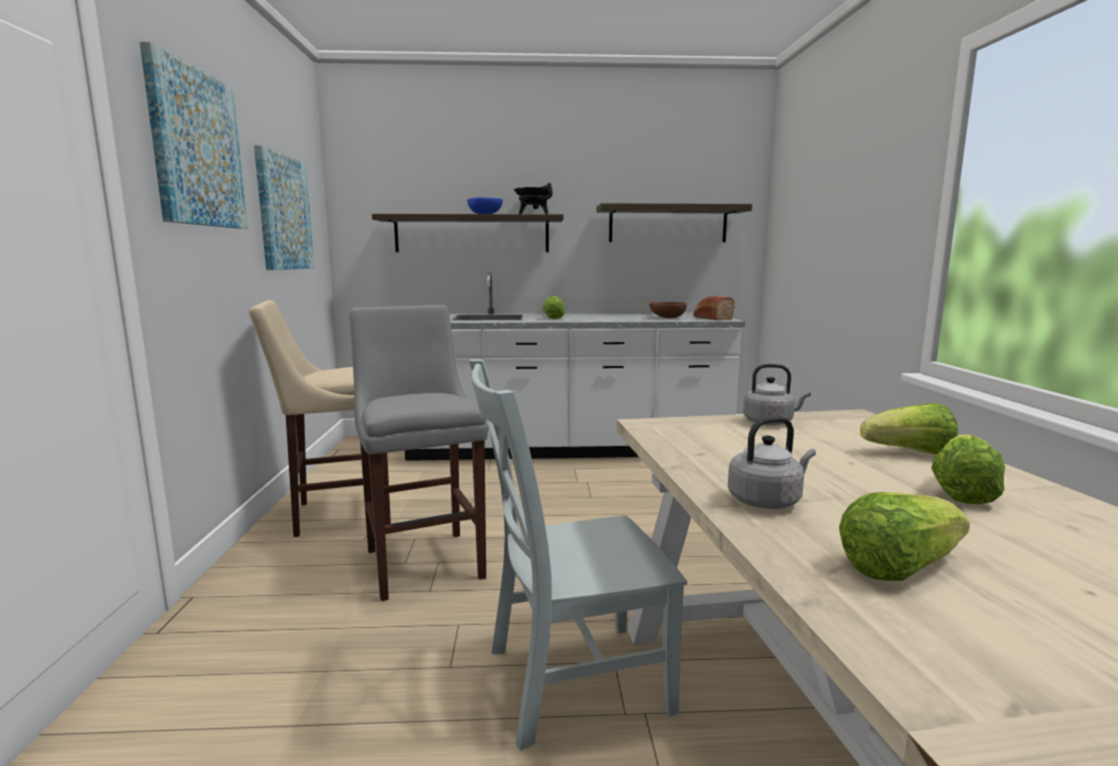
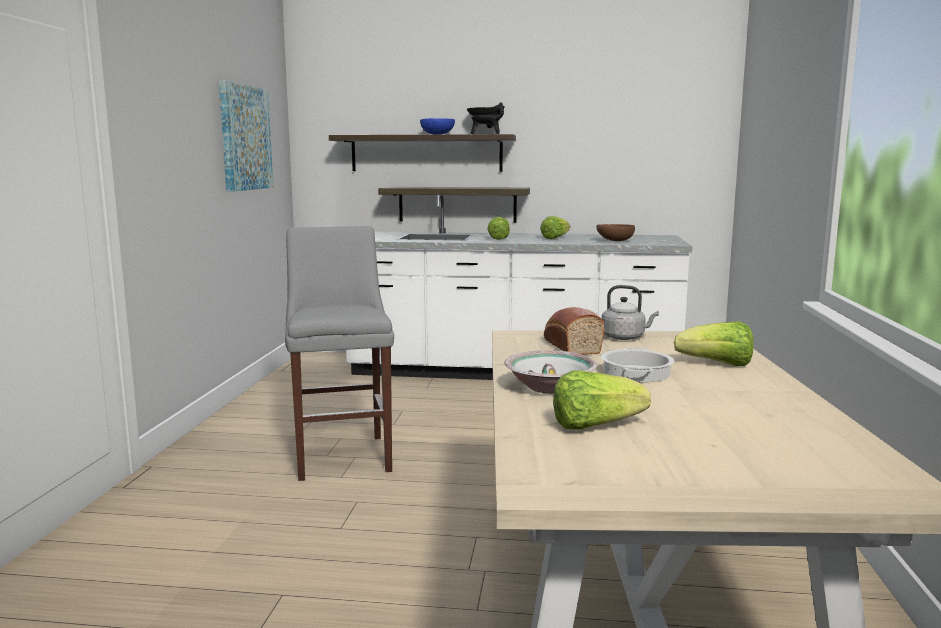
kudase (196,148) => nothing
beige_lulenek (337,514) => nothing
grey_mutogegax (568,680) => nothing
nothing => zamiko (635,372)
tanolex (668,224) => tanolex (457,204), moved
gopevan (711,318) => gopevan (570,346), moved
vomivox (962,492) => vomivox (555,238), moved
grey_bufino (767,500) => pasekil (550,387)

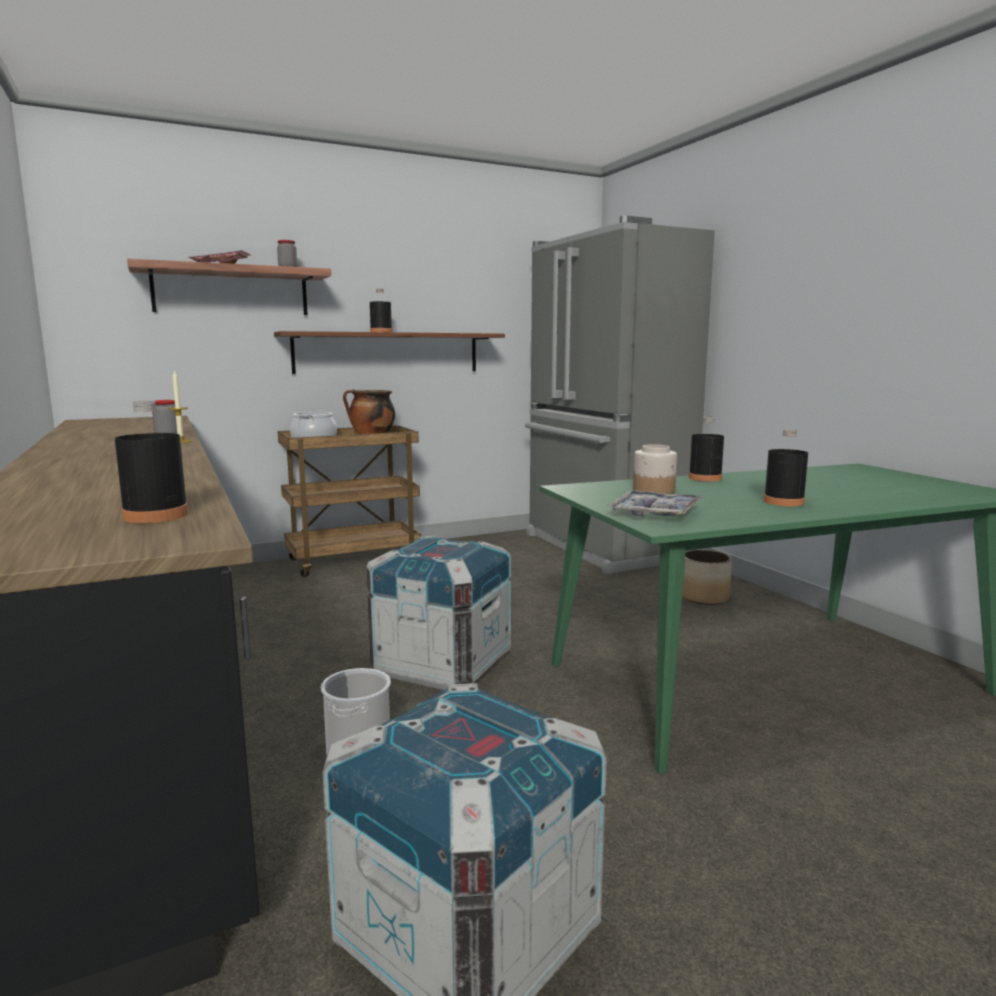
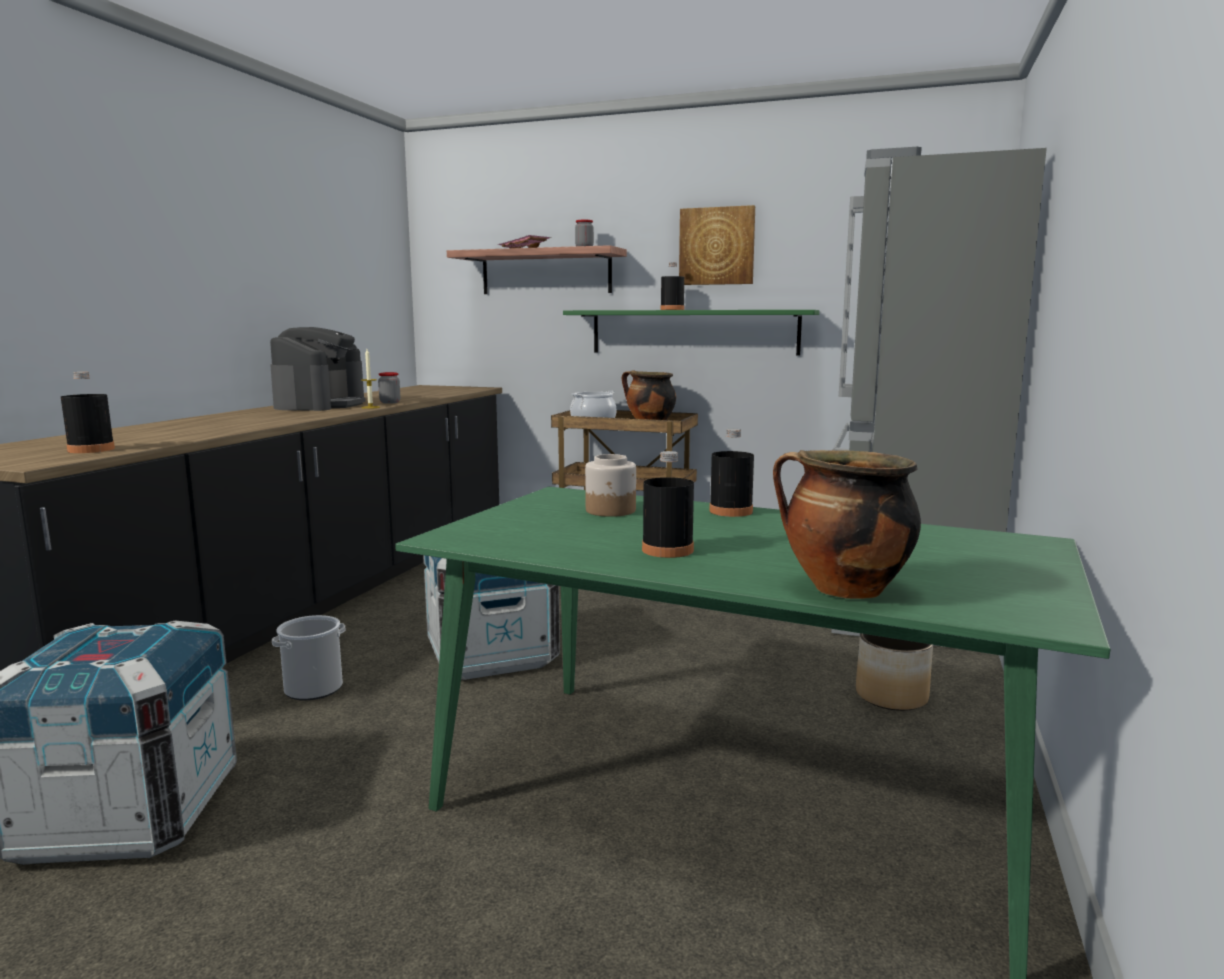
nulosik (655,513) => nothing
nothing => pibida (321,405)
nothing => kudase (717,246)
nothing => zamiko (843,590)
brown_tanolex (388,353) => green_tanolex (693,332)

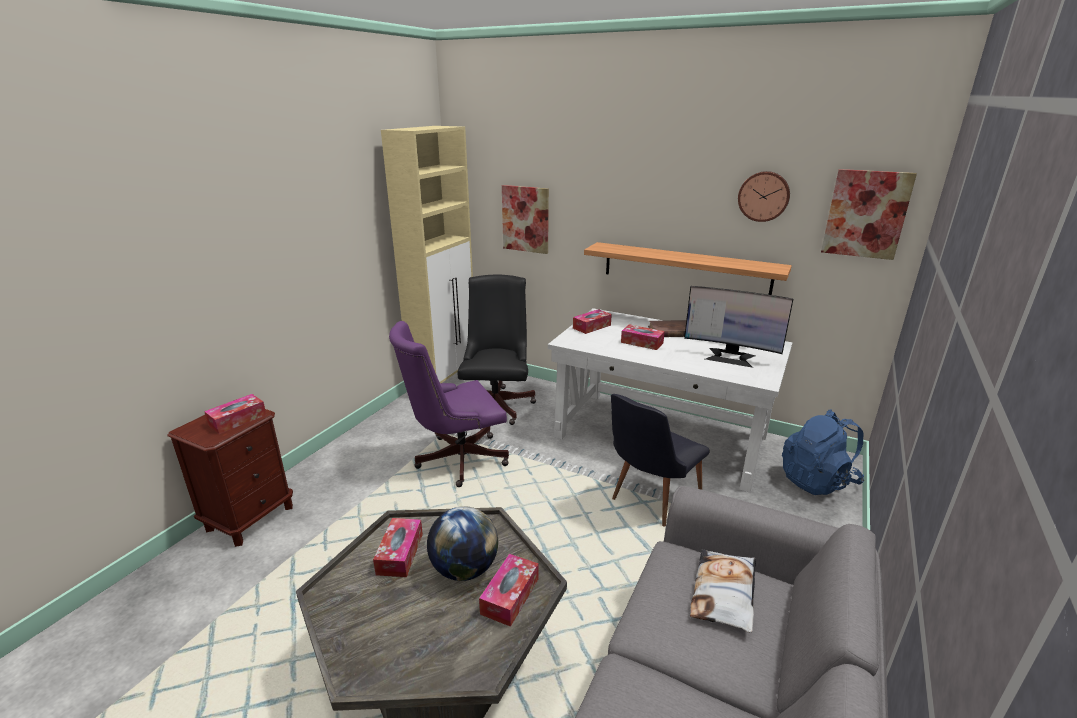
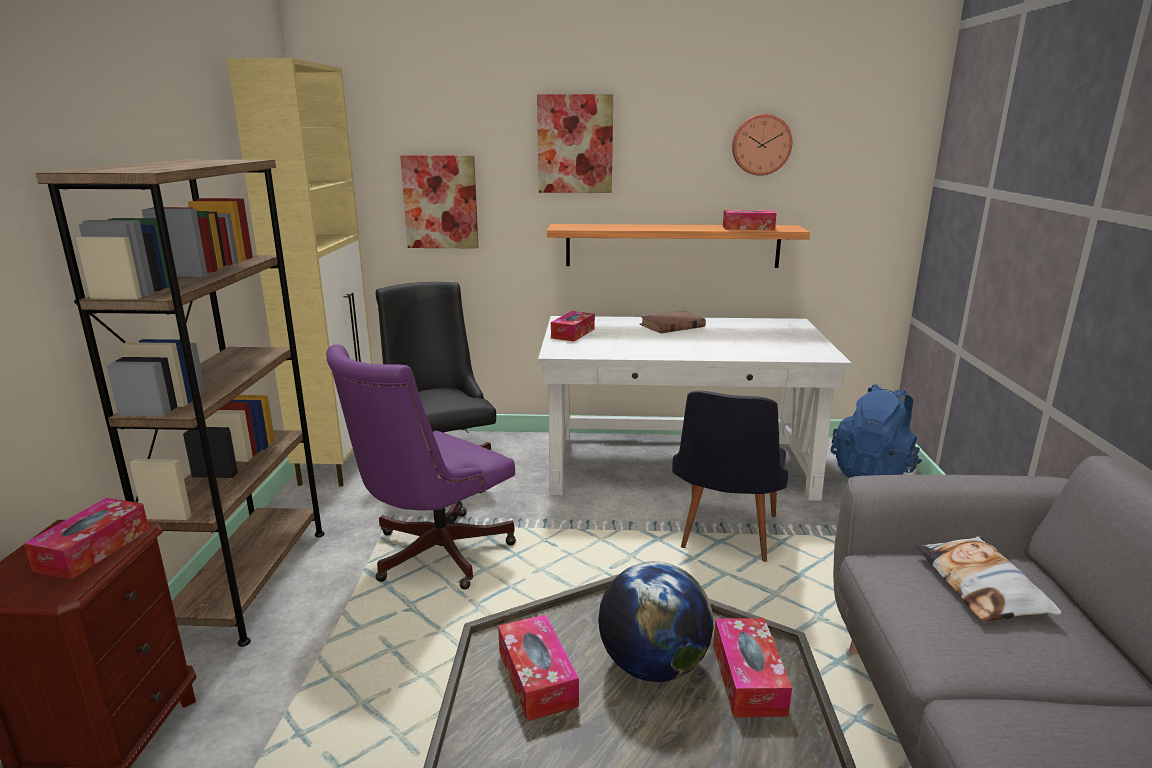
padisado (730,357) => nothing
nothing => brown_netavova (250,581)
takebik (642,342) => takebik (748,228), moved
kudase (866,214) => kudase (575,144), moved

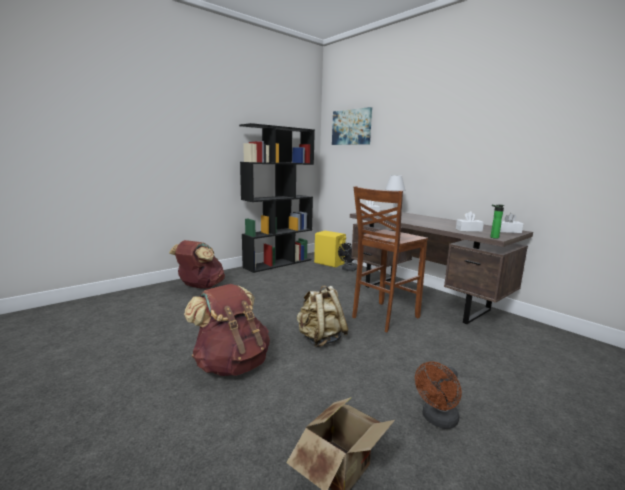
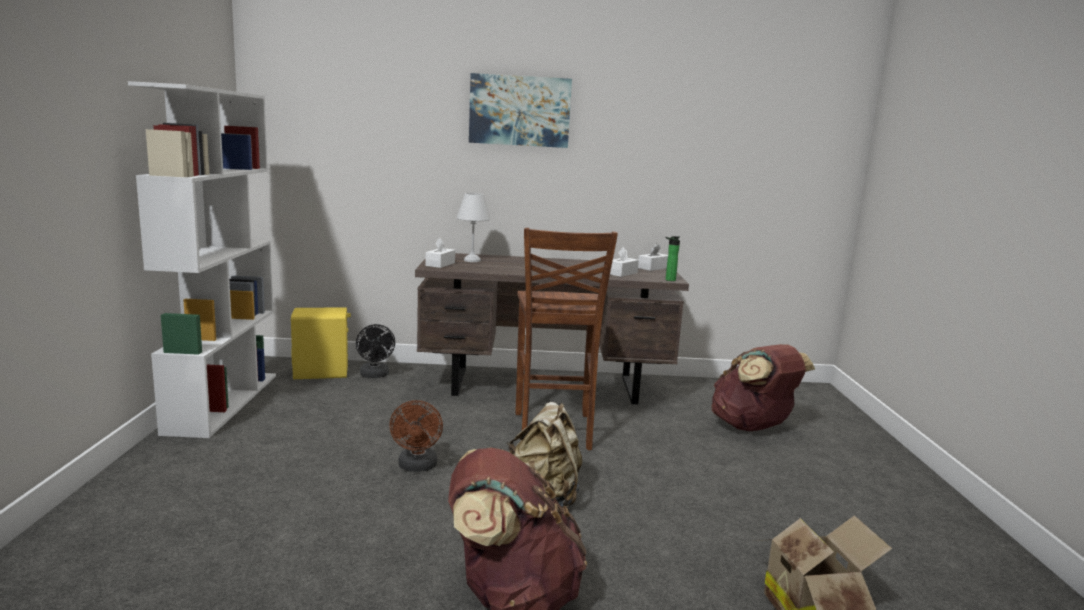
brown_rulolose (200,286) => brown_rulolose (752,427), moved
kudase (351,127) => kudase (519,111), moved
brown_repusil (437,420) => brown_repusil (417,467), moved
black_netavova (278,263) => white_netavova (223,402)

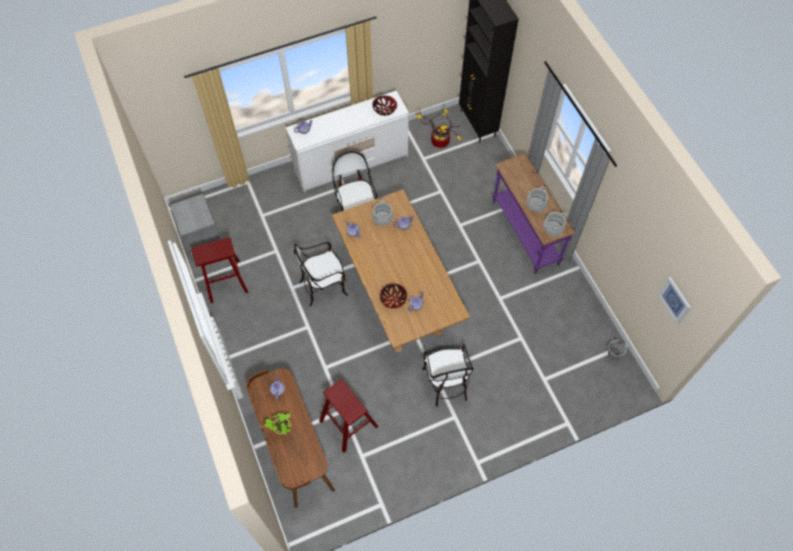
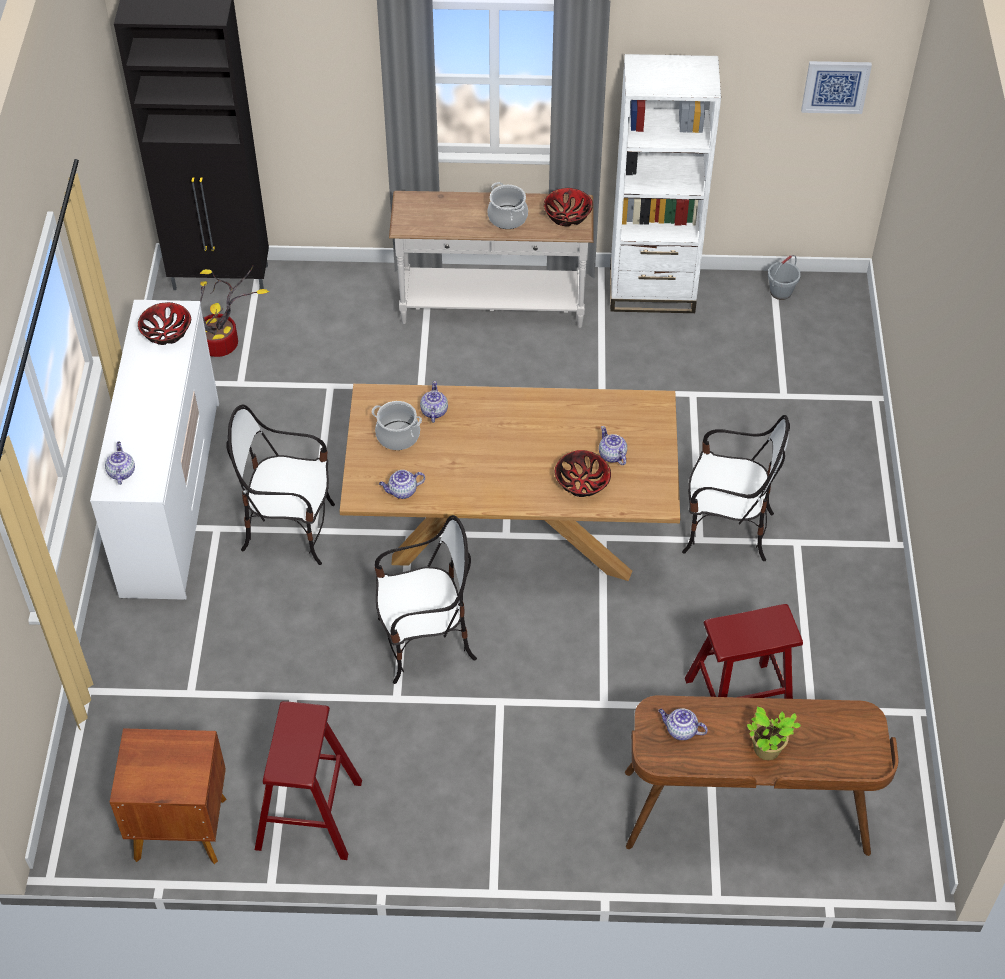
nothing => white_netavova (652,291)
zamiko (553,227) => pasekil (567,215)
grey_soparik (202,240) => brown_soparik (179,827)
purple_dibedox (524,233) => white_dibedox (492,307)
mutogegax (324,286) => mutogegax (425,643), 105 degrees counterclockwise

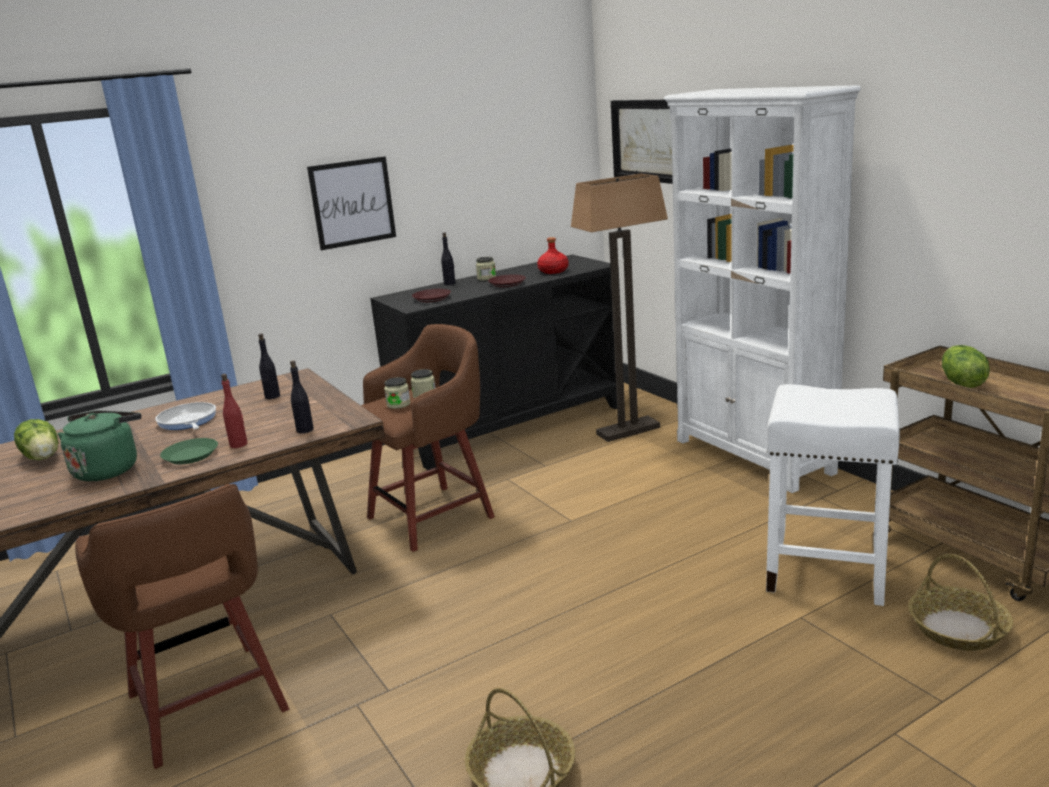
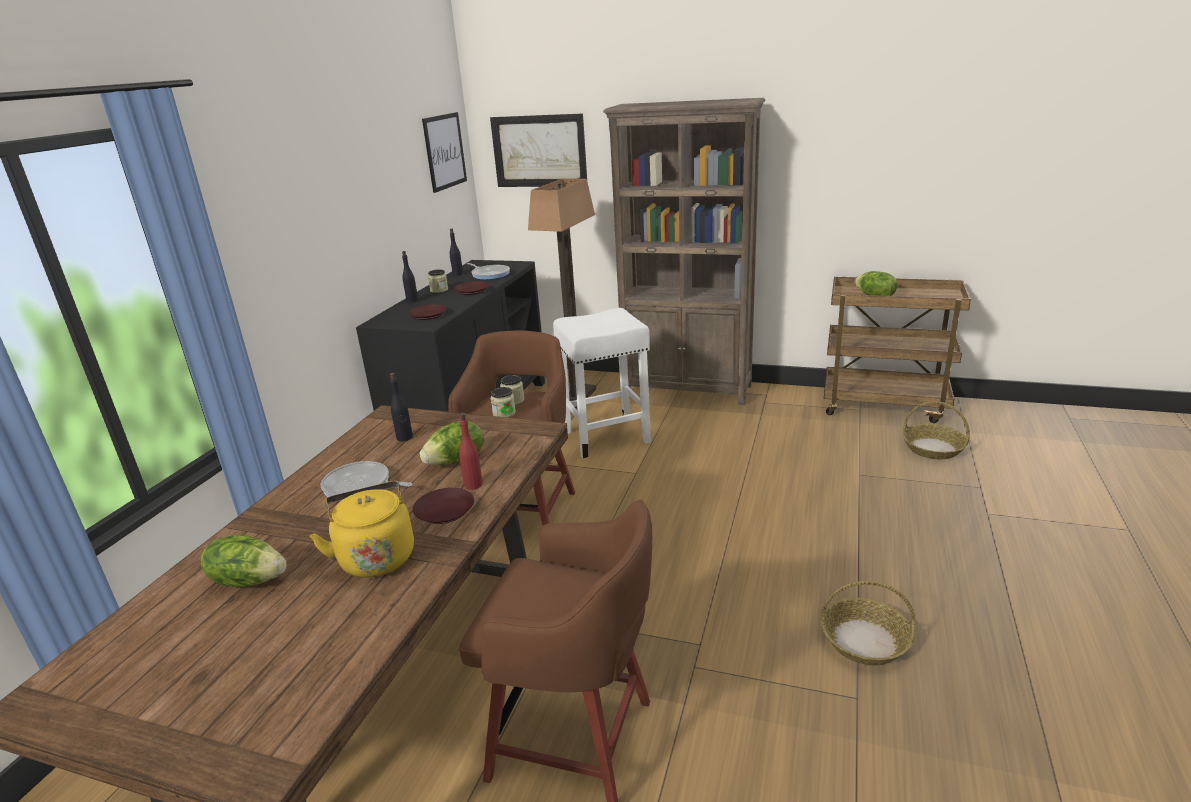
nothing => vomivox (456,460)
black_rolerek (304,430) => black_rolerek (457,274), moved
kudase (352,202) => kudase (444,151), moved
white_lulenek (828,574) => white_lulenek (607,437), moved
red_rolerek (553,271) => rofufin (489,274)
green_bufino (108,469) => yellow_bufino (376,556)
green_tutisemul (191,456) => brown_tutisemul (445,511)
white_netavova (753,457) => brown_netavova (688,390)

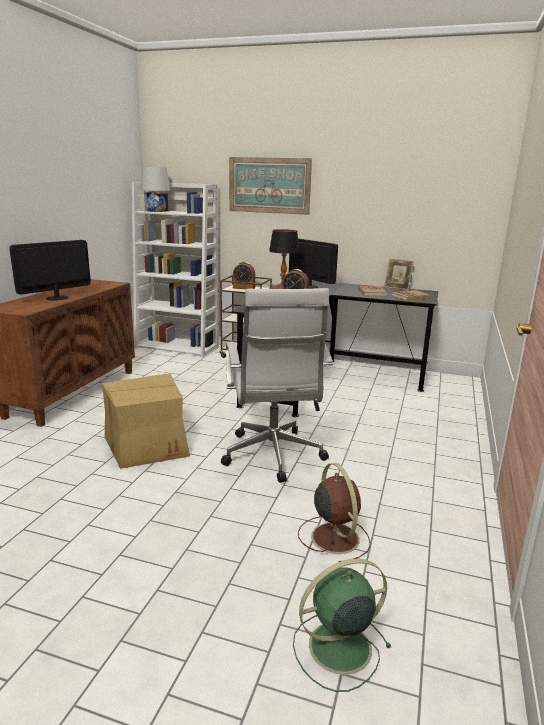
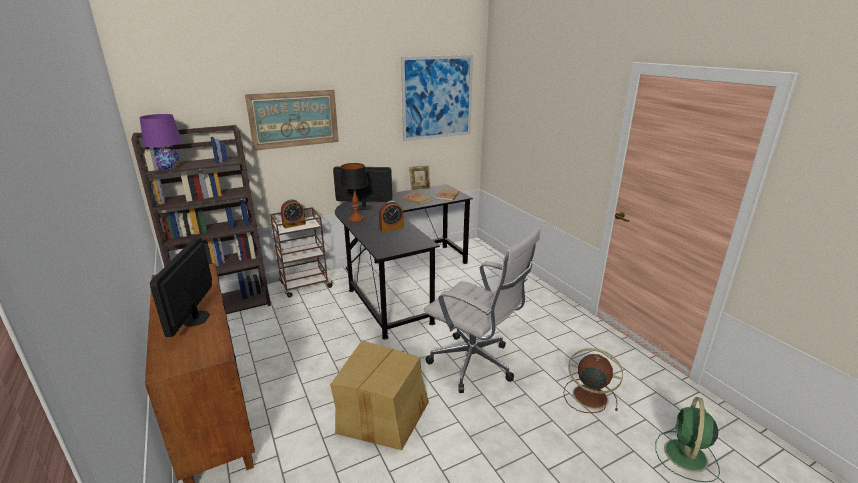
nothing => kudase (437,98)
white_netavova (178,347) => brown_netavova (225,304)
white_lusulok (156,211) => purple_lusulok (168,167)

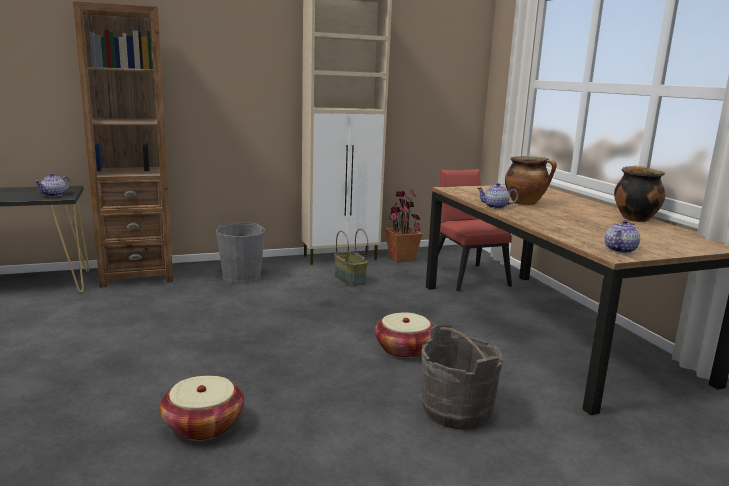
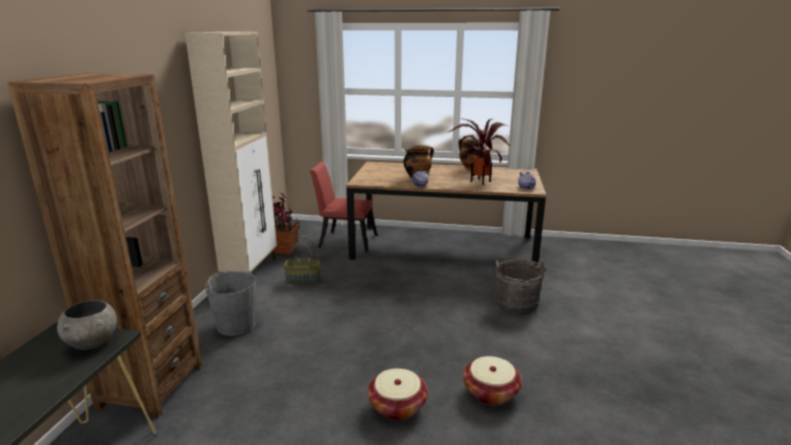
nothing => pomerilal (479,181)
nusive (404,349) => nusive (397,406), moved
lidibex (54,195) => grey_pasekil (93,343)

